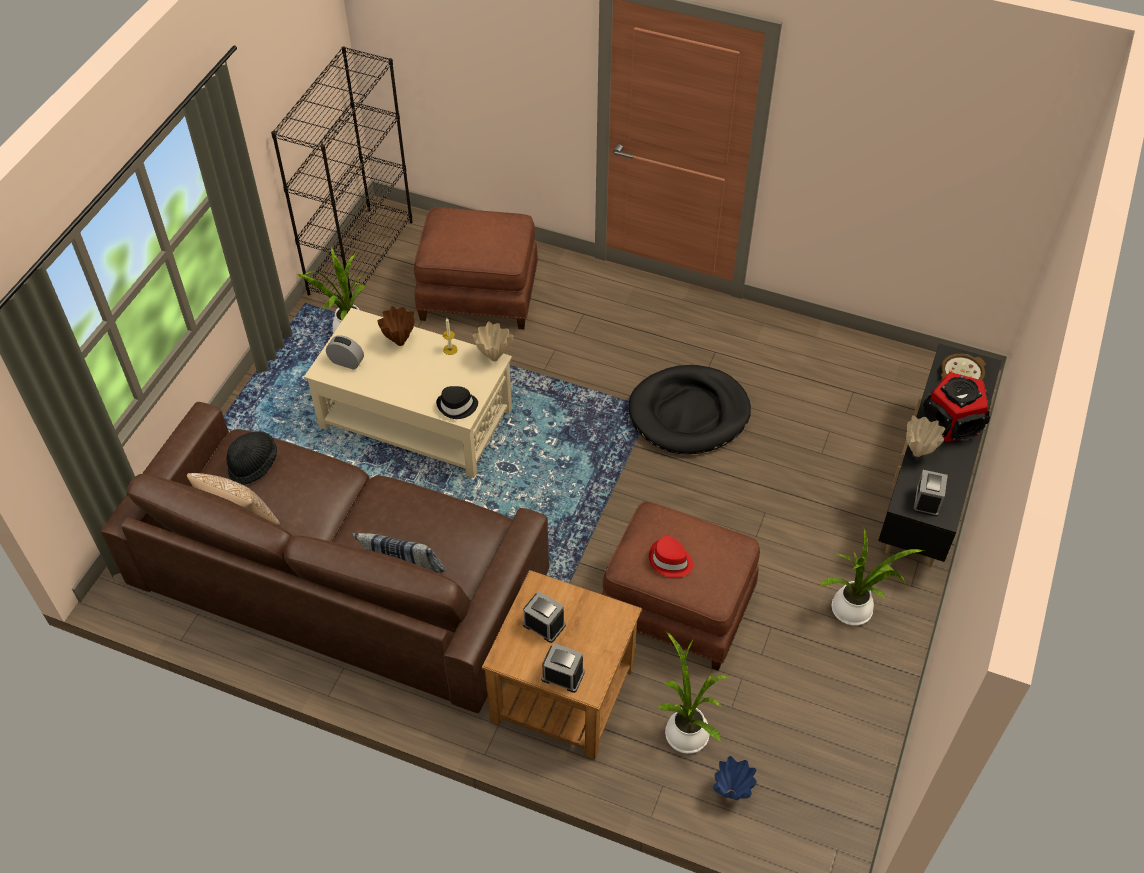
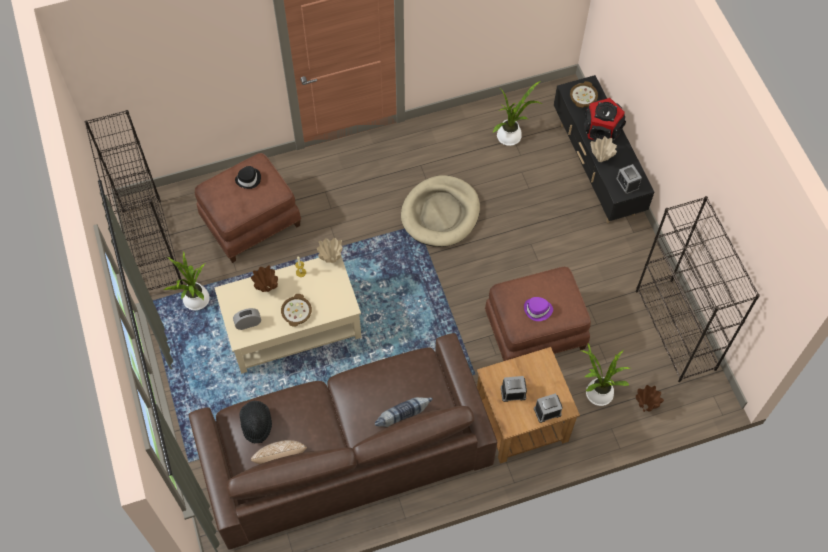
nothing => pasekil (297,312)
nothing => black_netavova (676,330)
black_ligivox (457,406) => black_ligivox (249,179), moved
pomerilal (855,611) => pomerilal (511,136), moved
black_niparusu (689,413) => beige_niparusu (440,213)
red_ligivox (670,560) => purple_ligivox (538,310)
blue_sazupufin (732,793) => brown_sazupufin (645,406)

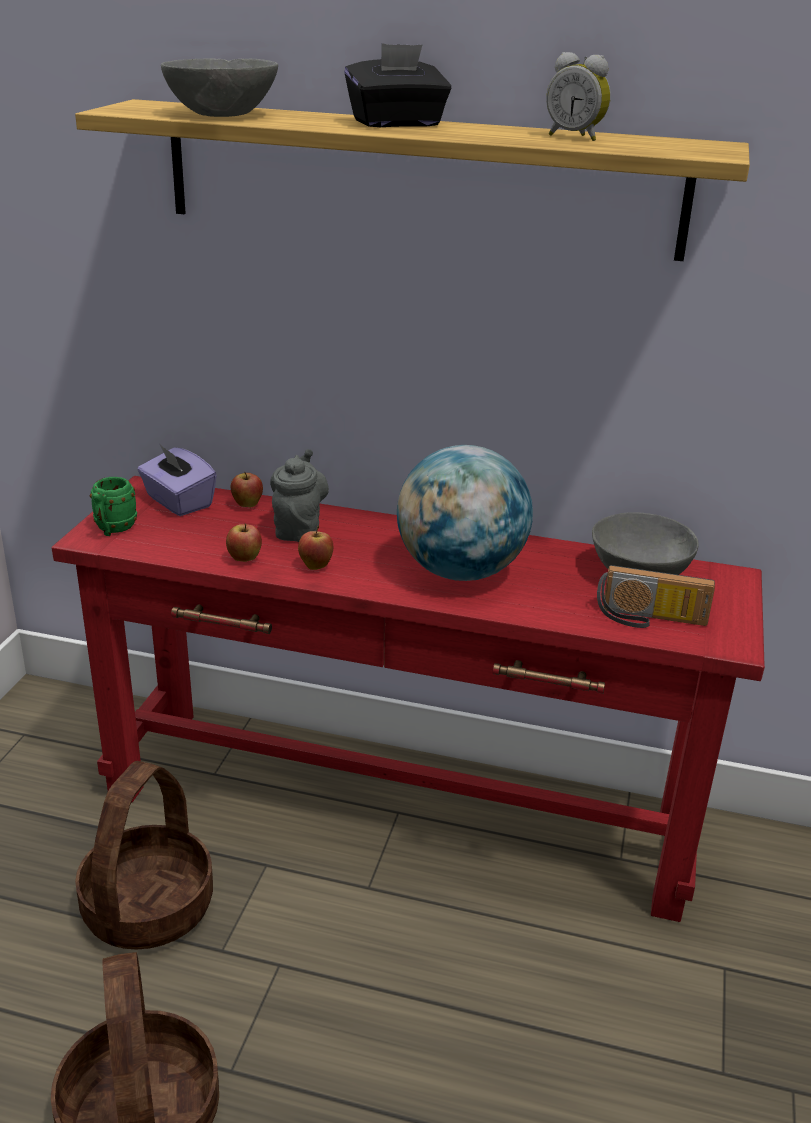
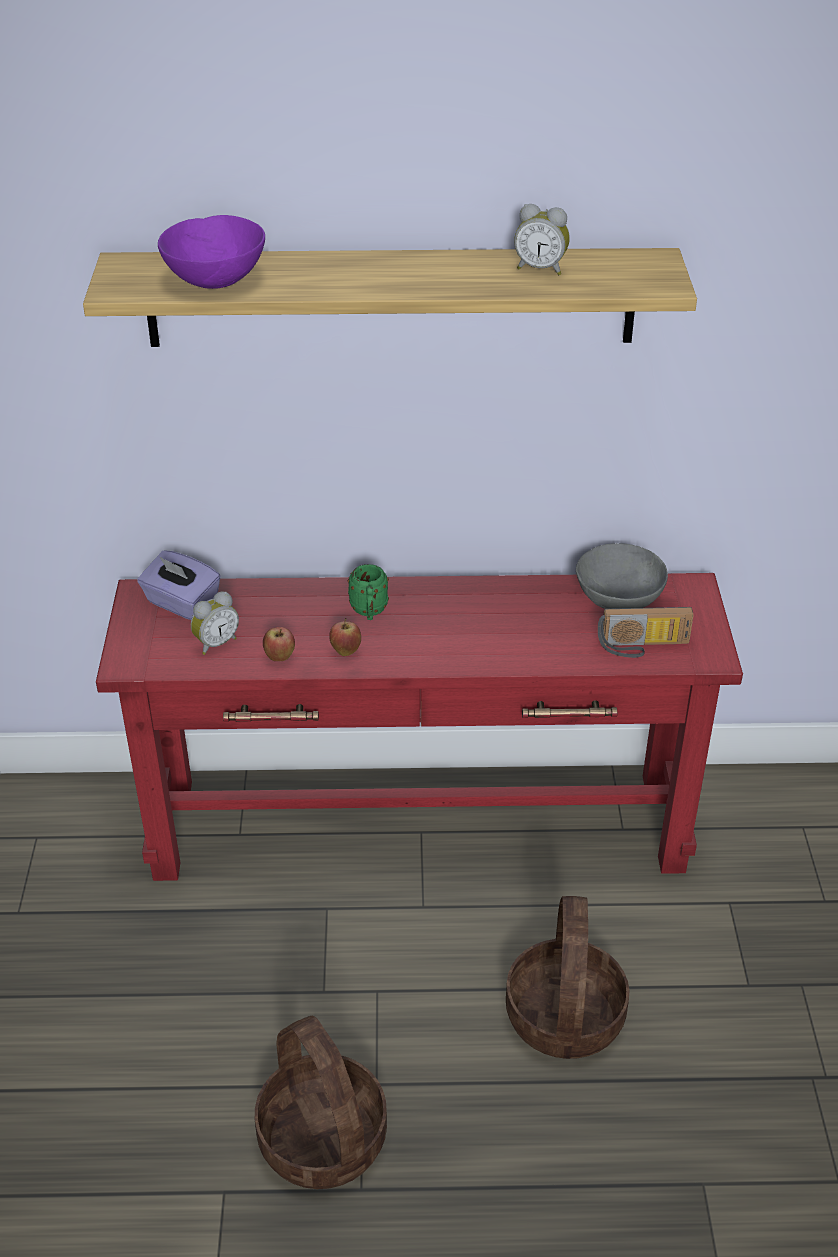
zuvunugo (247,506) => nothing
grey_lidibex (298,529) => nothing
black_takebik (397,124) => nothing
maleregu (460,571) => nothing
nothing => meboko (215,643)
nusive (148,906) => nusive (563,1014), moved
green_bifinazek (113,529) => green_bifinazek (369,612), moved
grey_pasekil (222,114) => purple_pasekil (215,278)

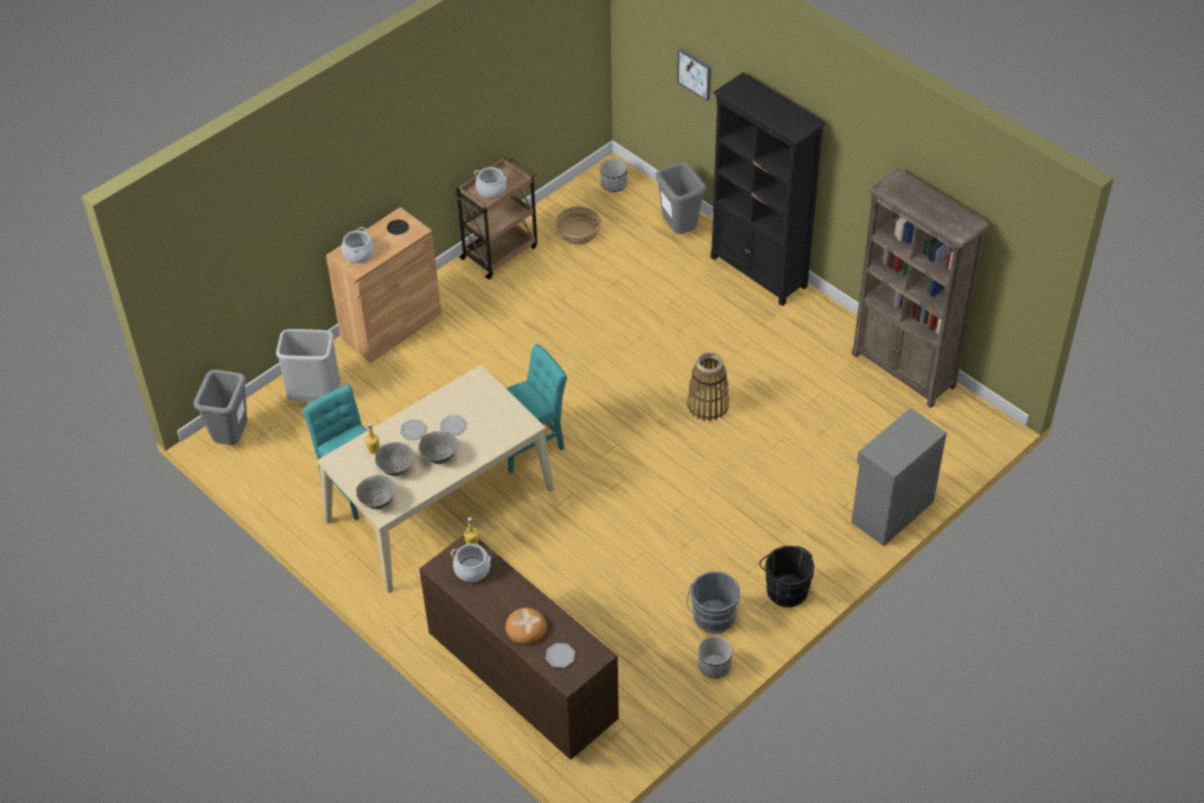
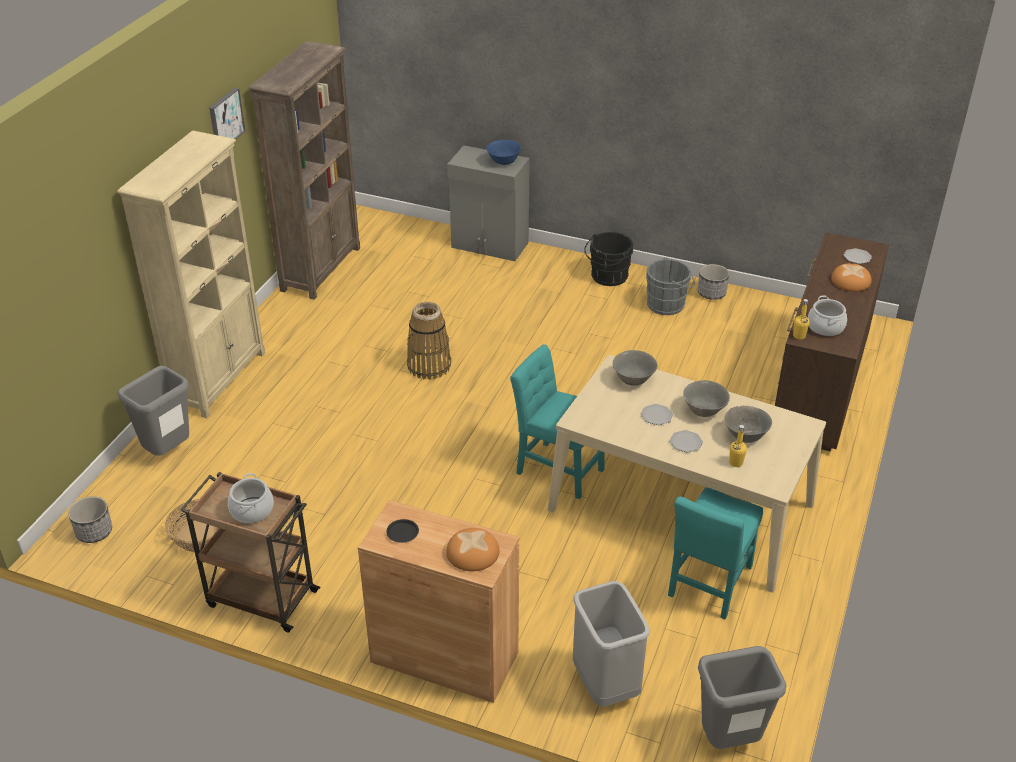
nothing => blue_pasekil (504,162)
grey_pasekil (378,502) => grey_pasekil (633,380), moved
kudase (695,73) => kudase (225,119), moved
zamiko (358,254) => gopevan (472,553)
black_netavova (759,272) => beige_netavova (219,379)

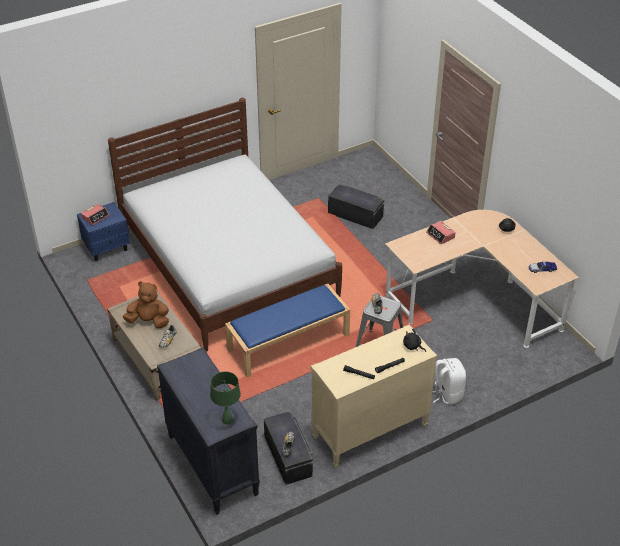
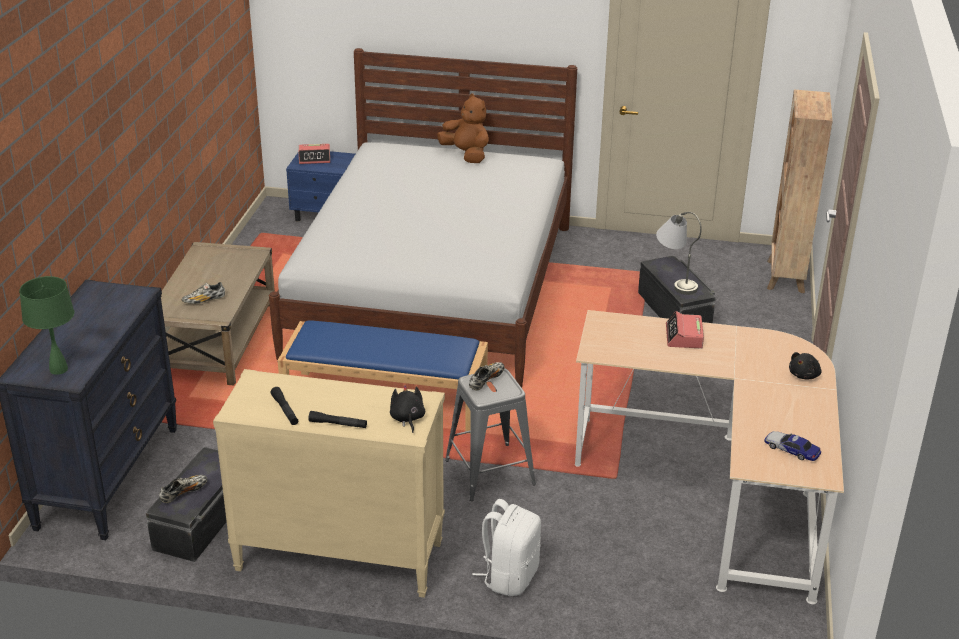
nothing => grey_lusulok (675,281)
nothing => brown_netavova (785,277)
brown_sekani (149,321) => brown_sekani (466,155), moved

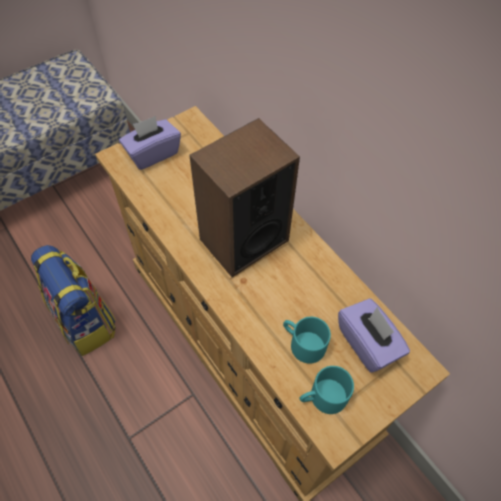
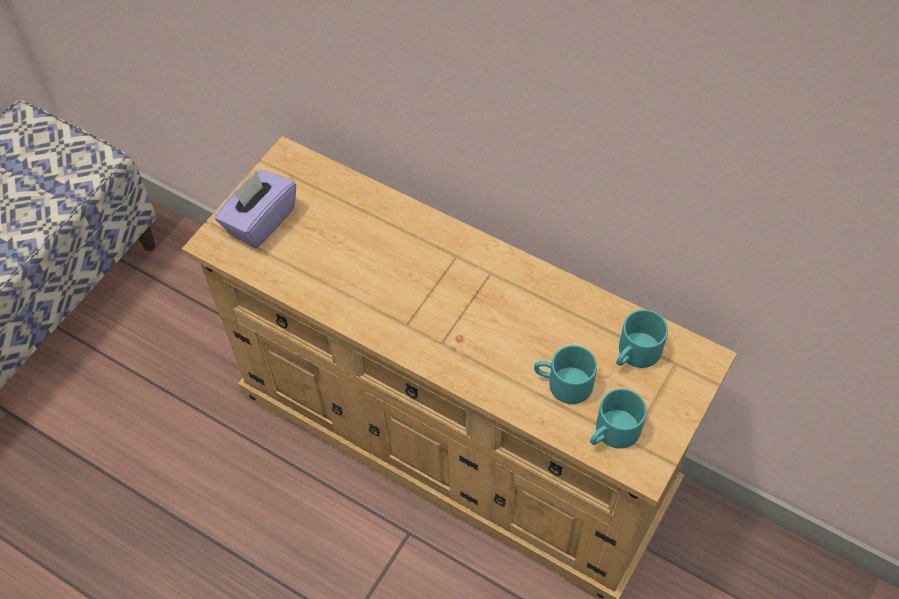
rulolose (86,321) => nothing
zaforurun (243,239) => nothing
purple_takebik (368,343) => turquoise_bifinazek (635,355)

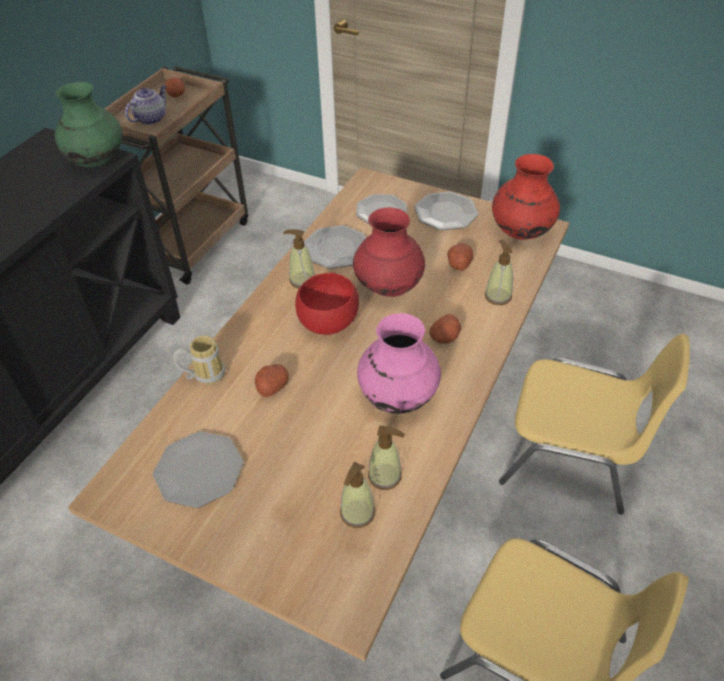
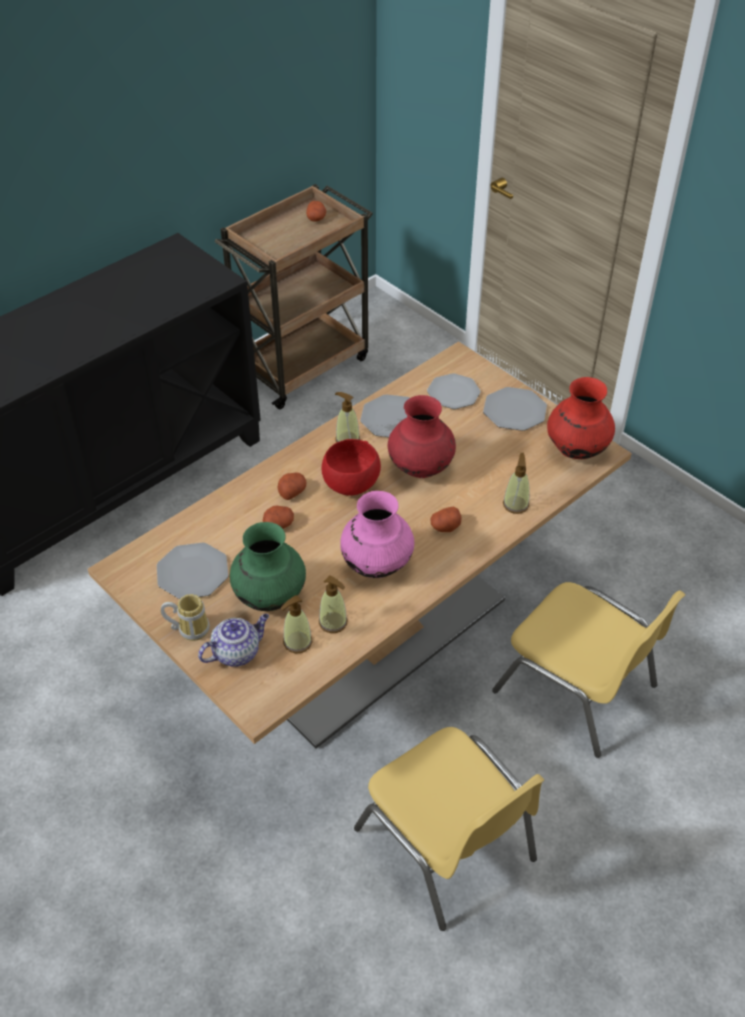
green_sazupufin (97,161) => green_sazupufin (270,596), moved
lidibex (151,118) => lidibex (237,652), moved
bifinazek (205,373) => bifinazek (190,628), moved
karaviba (459,263) => karaviba (292,491), moved

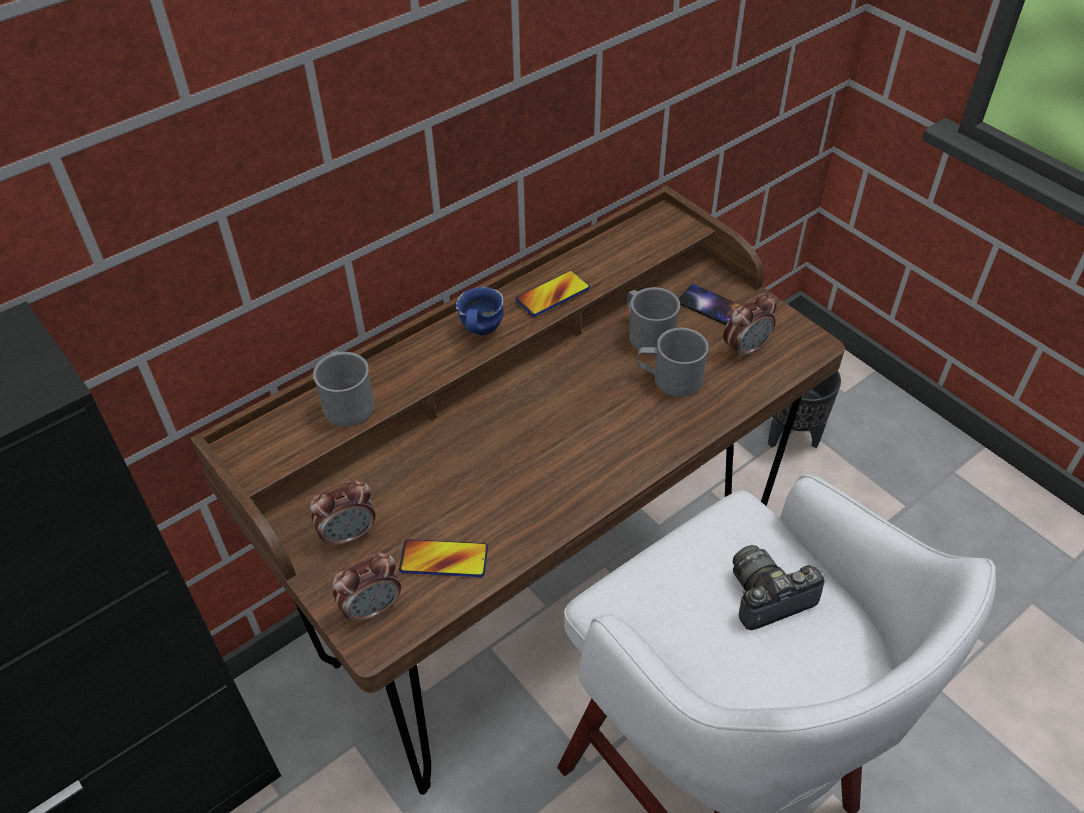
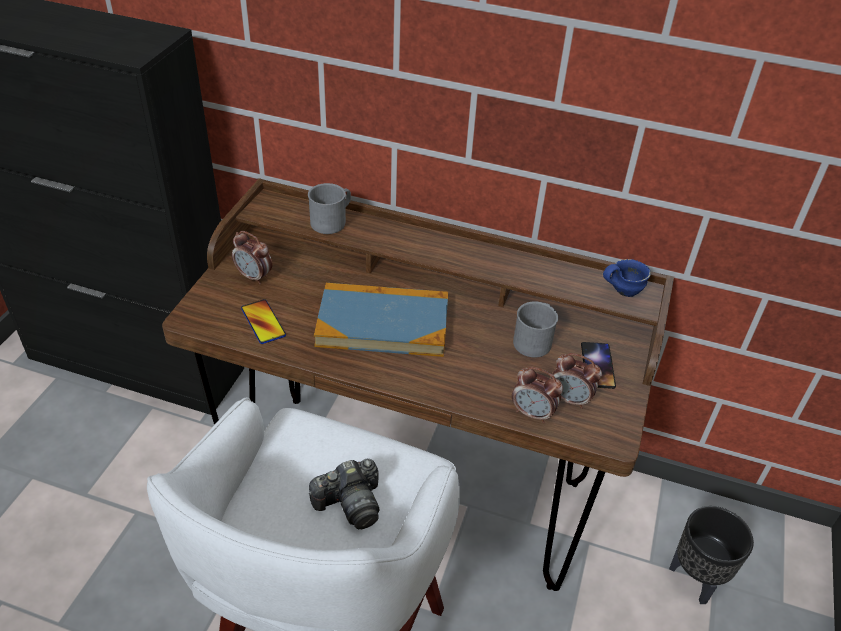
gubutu (553,294) => nothing
grey_bifinazek (669,379) => nothing
nothing => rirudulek (383,323)
meboko (372,608) => meboko (533,413), moved
blue_bifinazek (478,331) => blue_bifinazek (621,291), moved
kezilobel (768,597) => kezilobel (350,504), 120 degrees clockwise

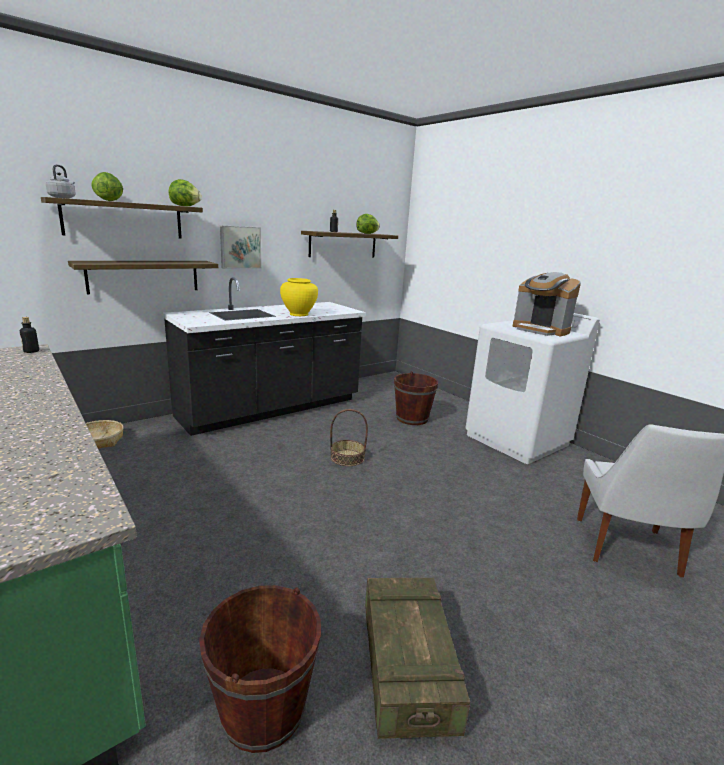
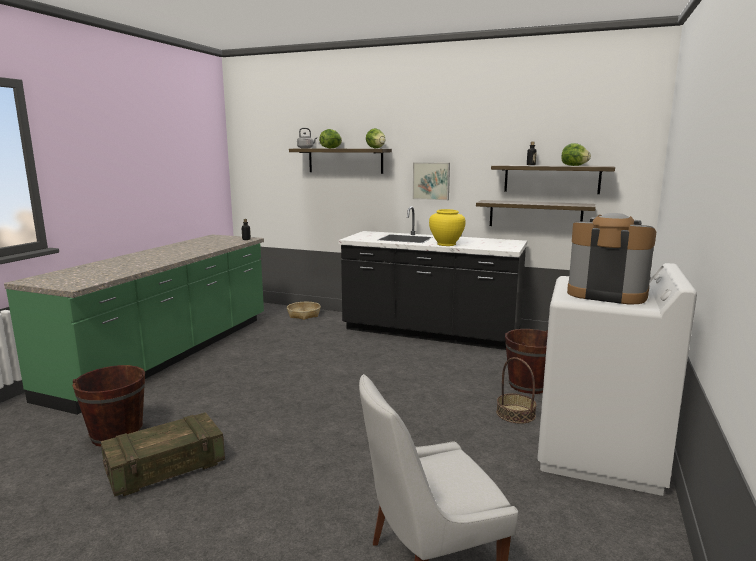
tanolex (144,276) => tanolex (535,215), moved
nusive (347,458) => nusive (515,414), moved
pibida (540,330) => pibida (606,293), 105 degrees clockwise

